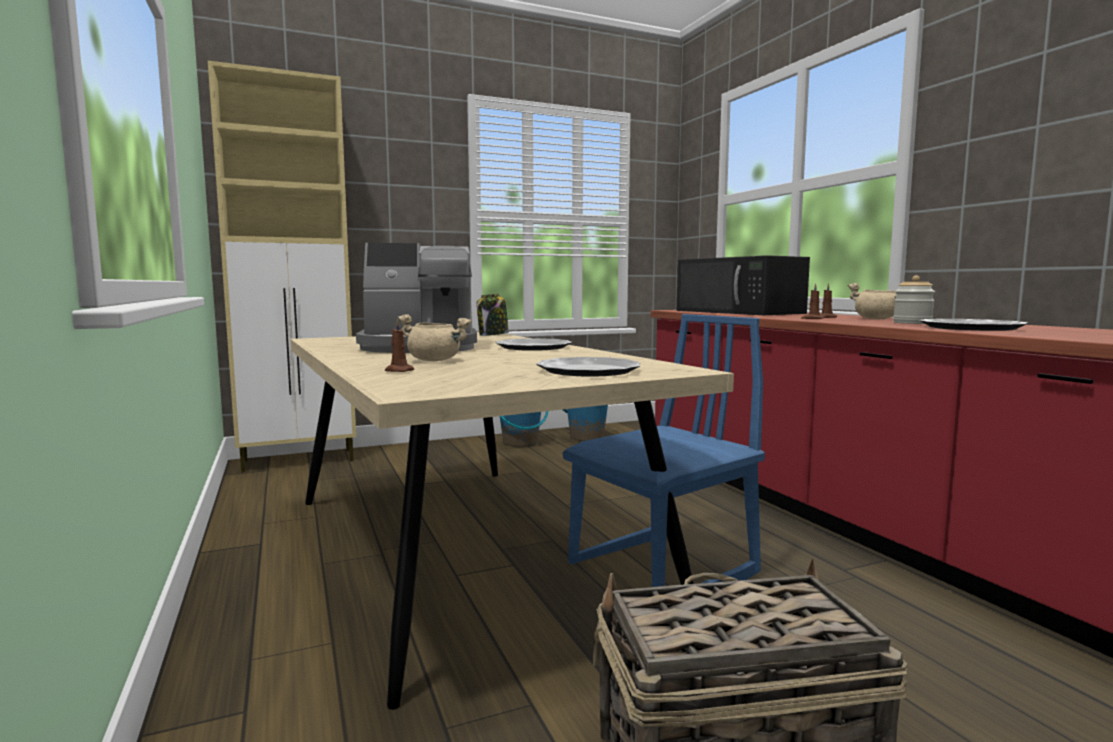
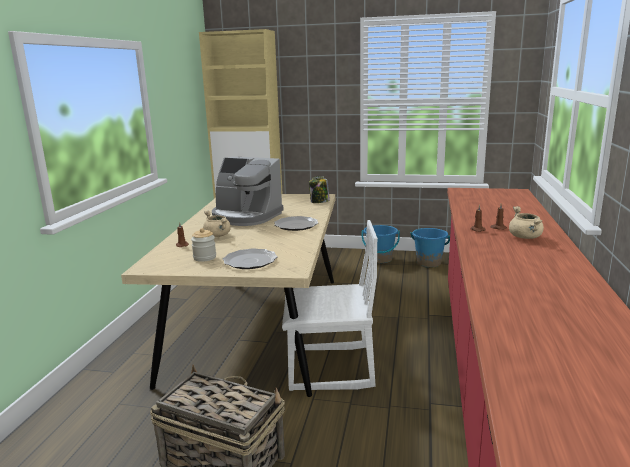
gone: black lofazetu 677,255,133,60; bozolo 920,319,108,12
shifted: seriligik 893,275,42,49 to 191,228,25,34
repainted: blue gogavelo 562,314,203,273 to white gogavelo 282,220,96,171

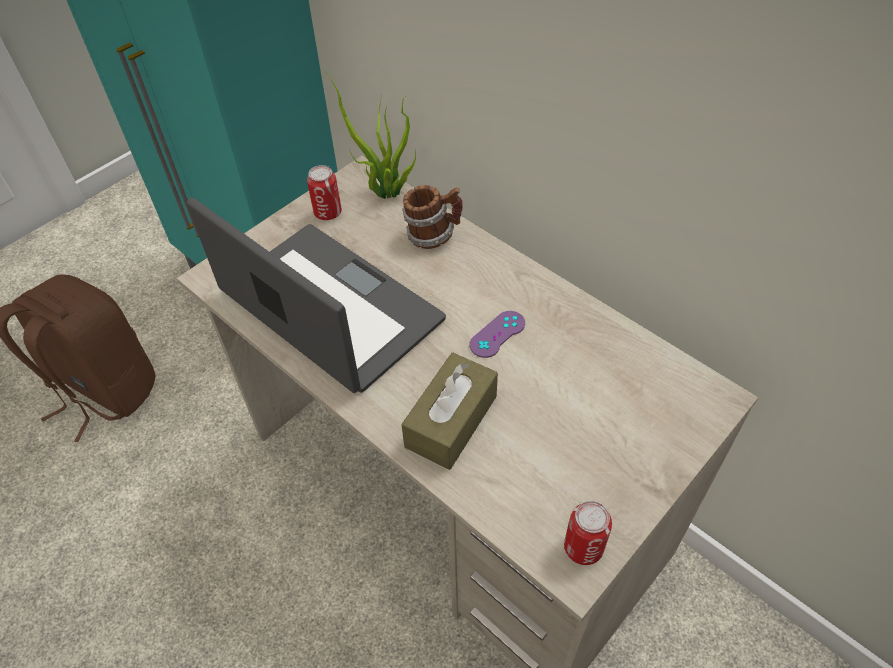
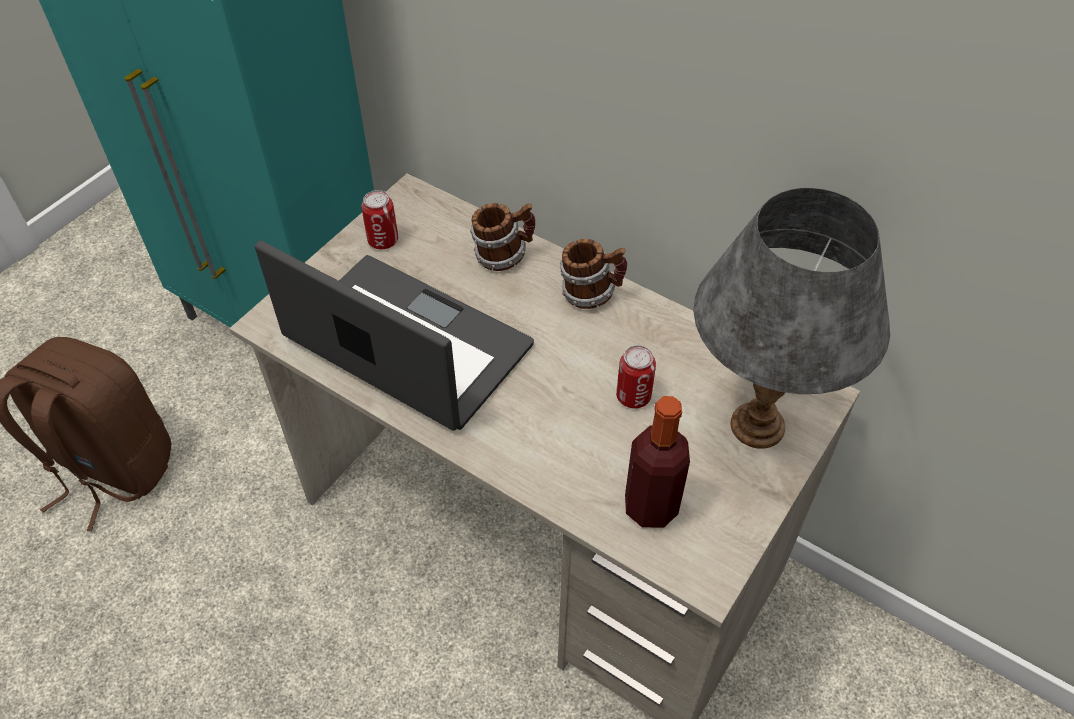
gone: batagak 325,71,91,128; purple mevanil 469,311,56,47; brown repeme 401,353,97,117
new: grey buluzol 693,188,197,261; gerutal 560,239,67,70; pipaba 625,396,65,132
shifted: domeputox 564,501,48,64 to 616,345,40,63

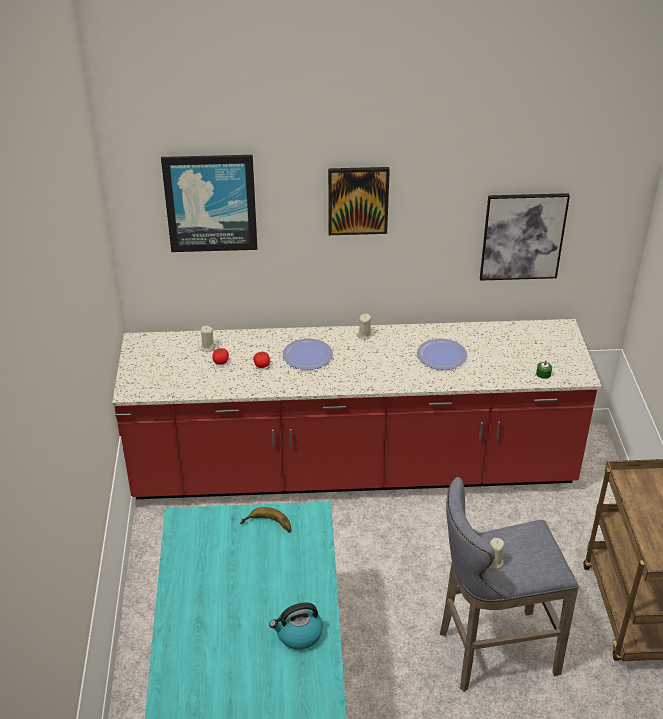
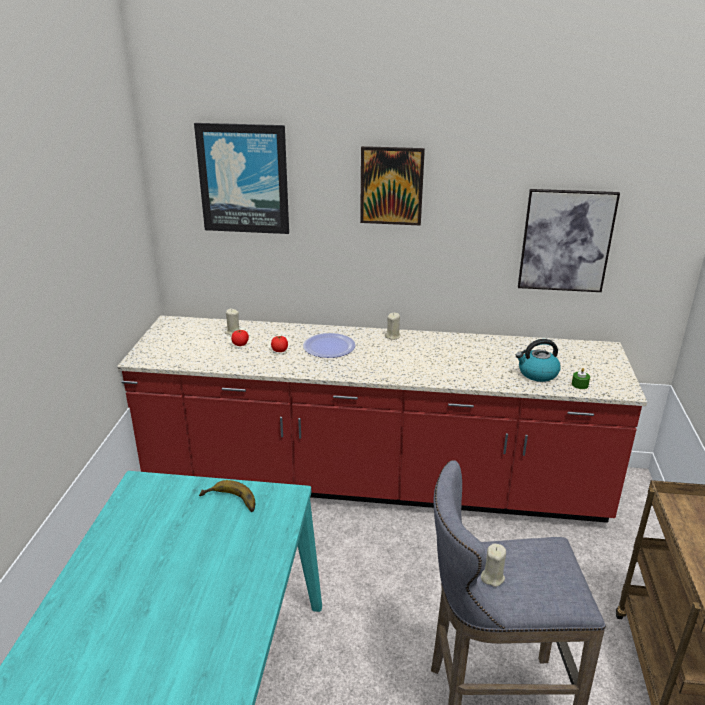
gone: bozolo 417,338,50,32
shifted: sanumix 269,602,54,48 to 516,339,45,43

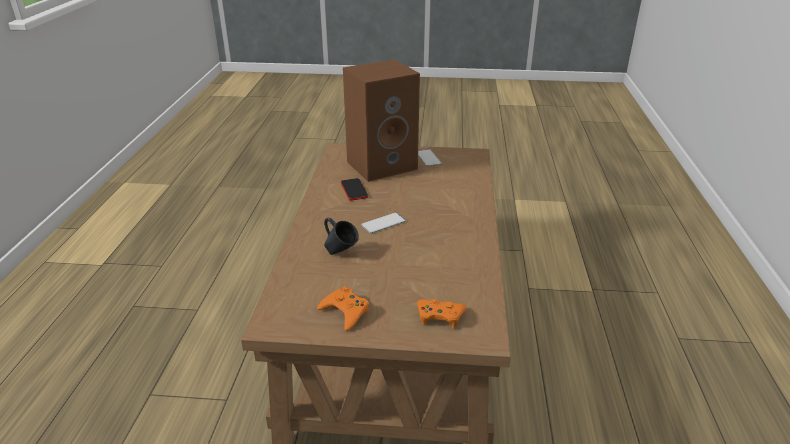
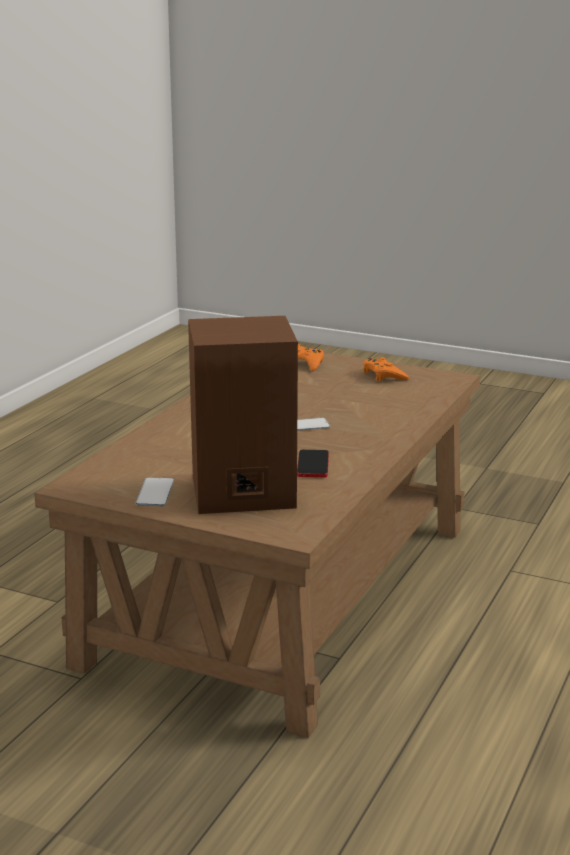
gone: blue gerutal 324,218,35,37

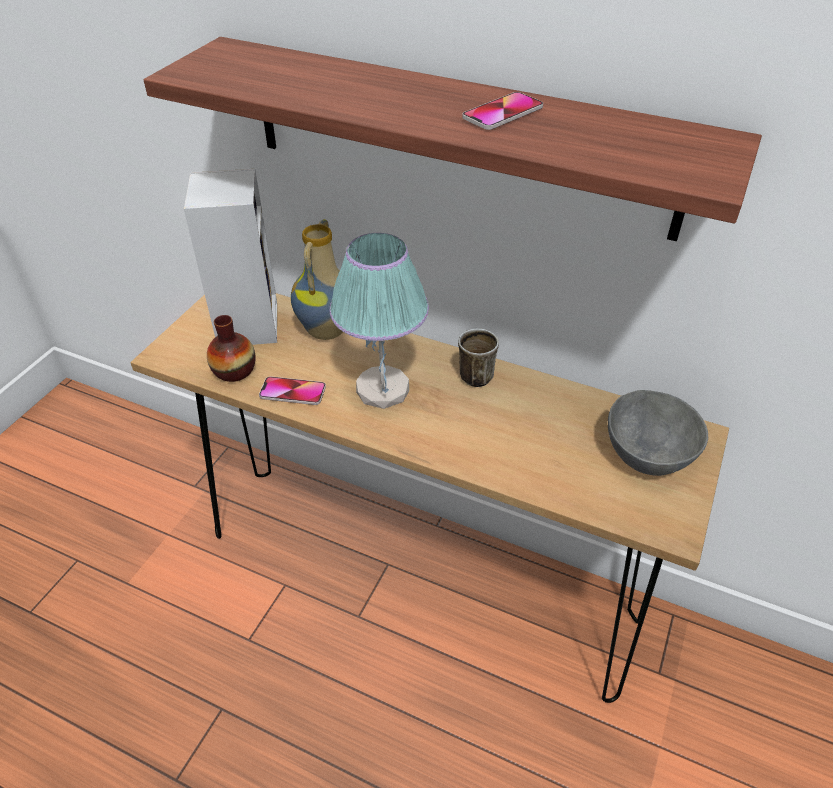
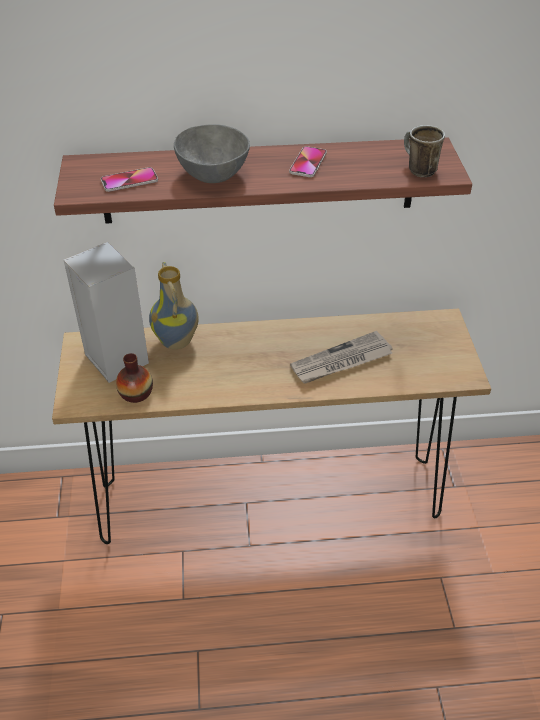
gone: buluzol 329,233,100,176
new: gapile 290,331,103,53
shifted: gerutal 458,329,41,58 to 404,125,41,52; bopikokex 259,376,67,29 to 101,167,57,25; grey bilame 608,390,100,86 to 174,124,76,59

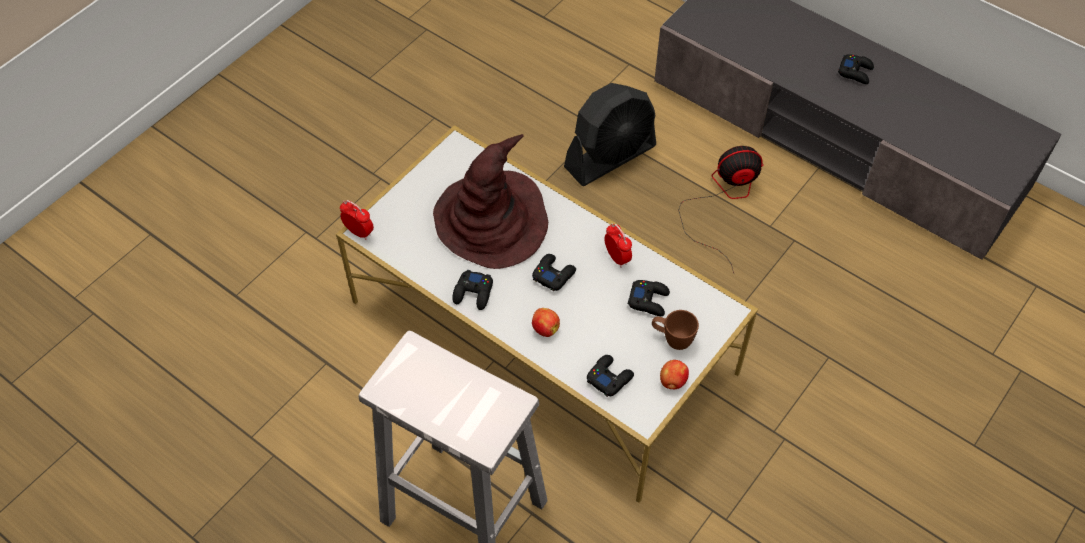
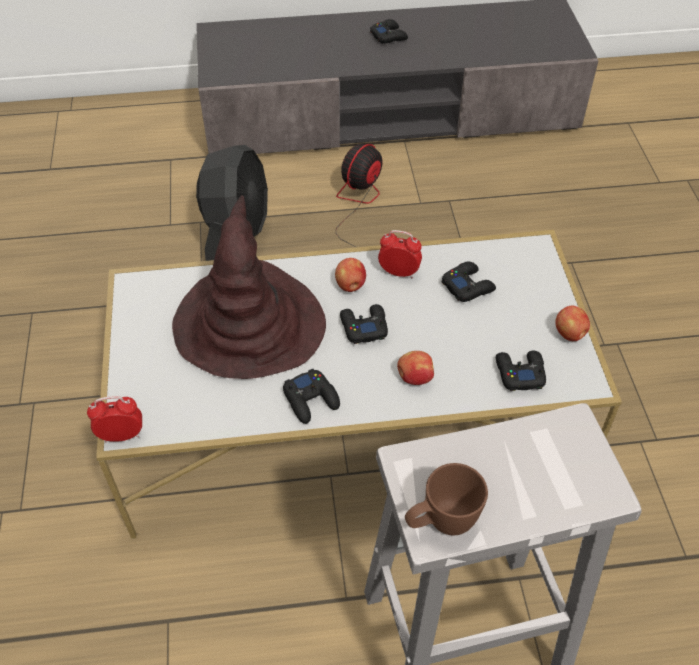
new: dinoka 335,258,31,34
shifted: brown gerutal 652,310,47,40 to 405,463,83,72

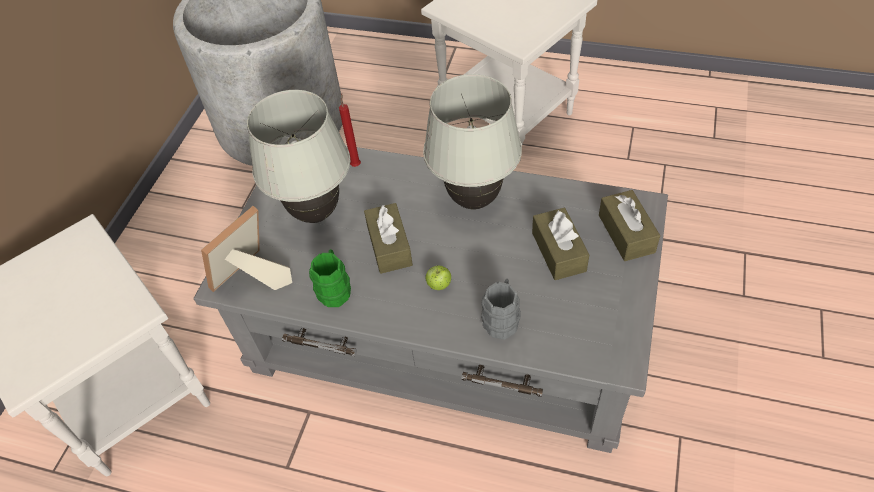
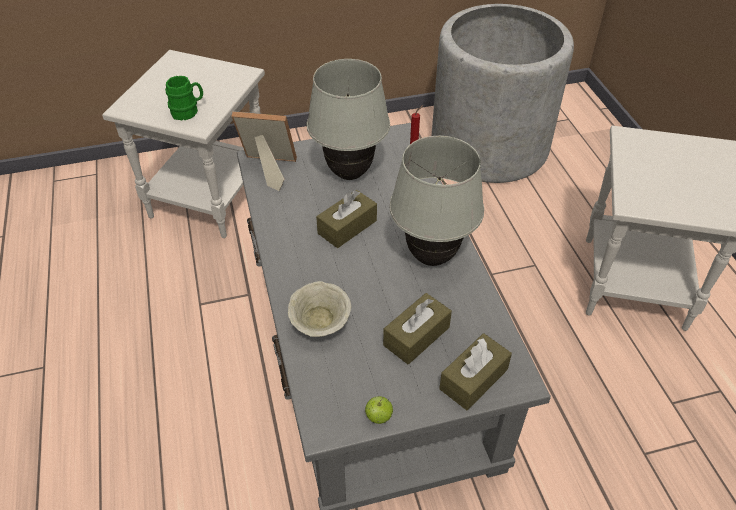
shifted: green gerutal 309,249,42,58 to 165,76,38,44; dinoka 426,265,26,25 to 365,396,28,28
swapped: grey gerutal 481,279,40,61 to beige bilame 288,281,63,56

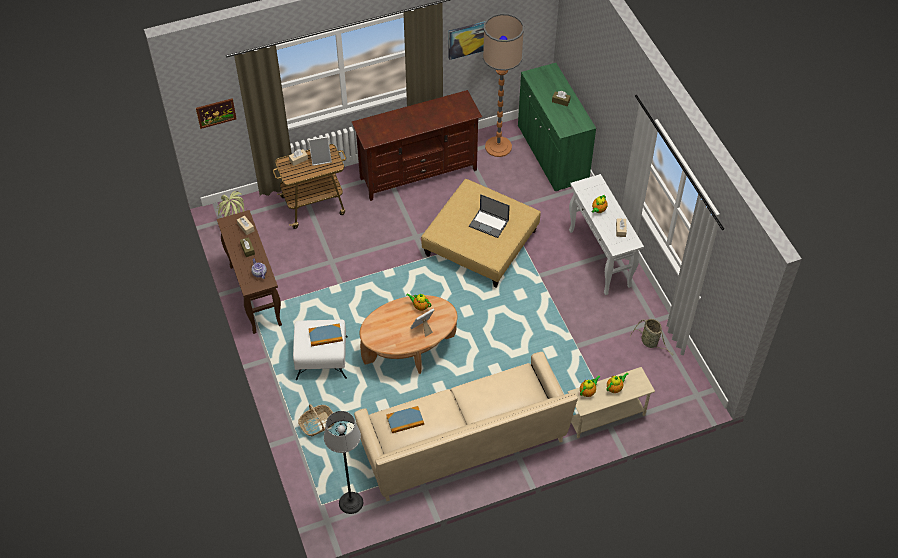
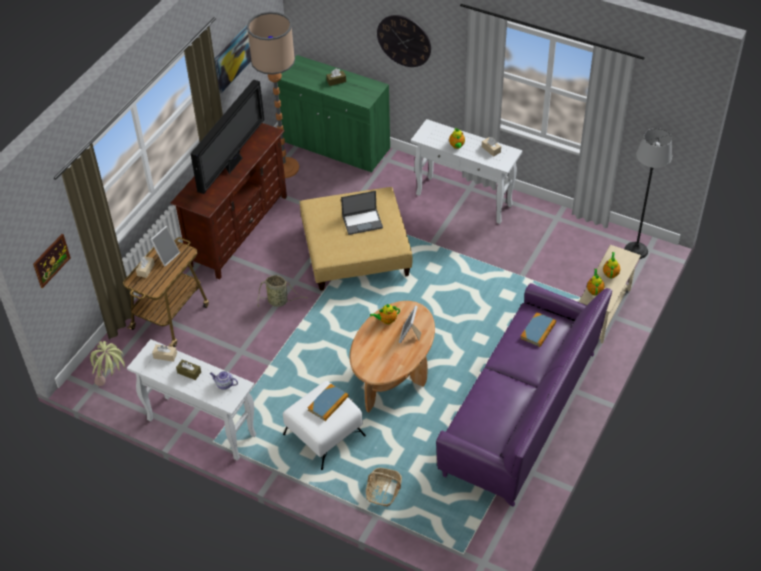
new: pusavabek 377,15,54,52; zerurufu 190,79,74,115
shifted: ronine 630,319,44,36 to 256,275,52,32; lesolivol 386,406,38,27 to 520,312,36,35; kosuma 324,411,39,103 to 624,128,48,131
repainted: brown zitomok 217,210,65,124 to white zitomok 127,339,129,122; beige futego 354,352,224,149 to purple futego 436,283,176,224

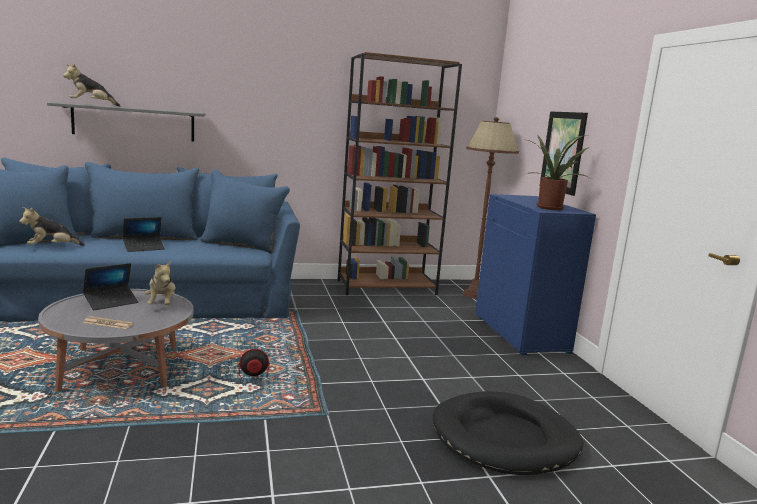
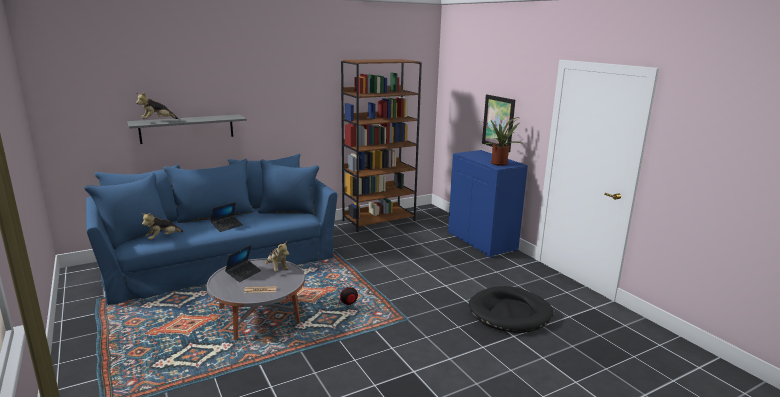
gone: brown kosuma 463,117,56,182

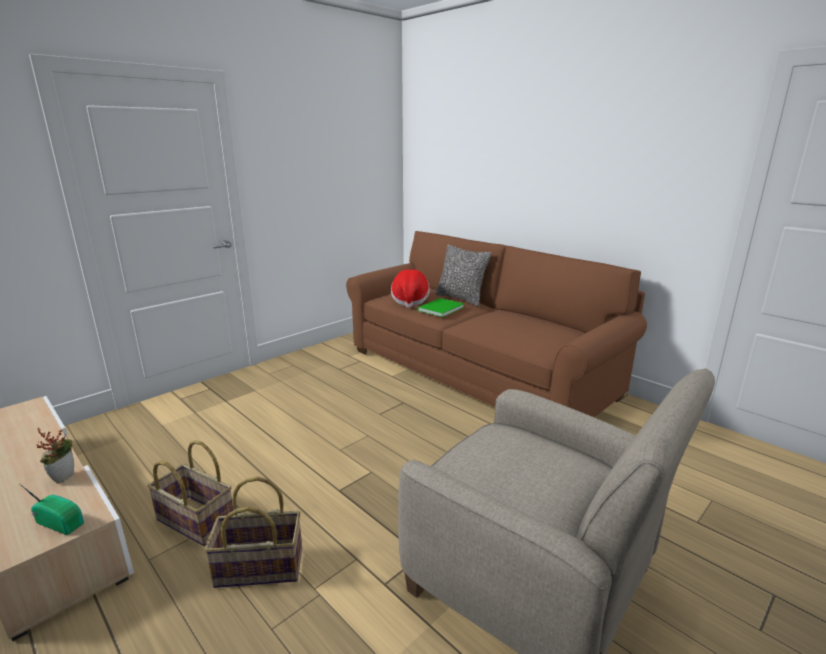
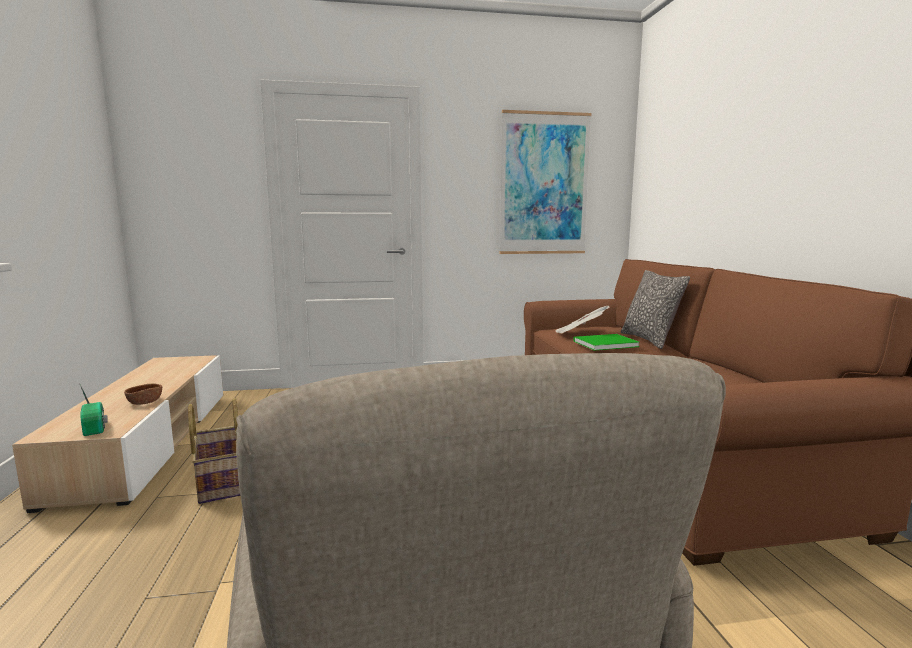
gone: ronine 204,477,98,111
new: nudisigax 500,110,91,144
swapped: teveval 391,269,39,39 to gapile 556,306,54,28; batagak 37,427,37,57 to brown bilame 124,383,38,22

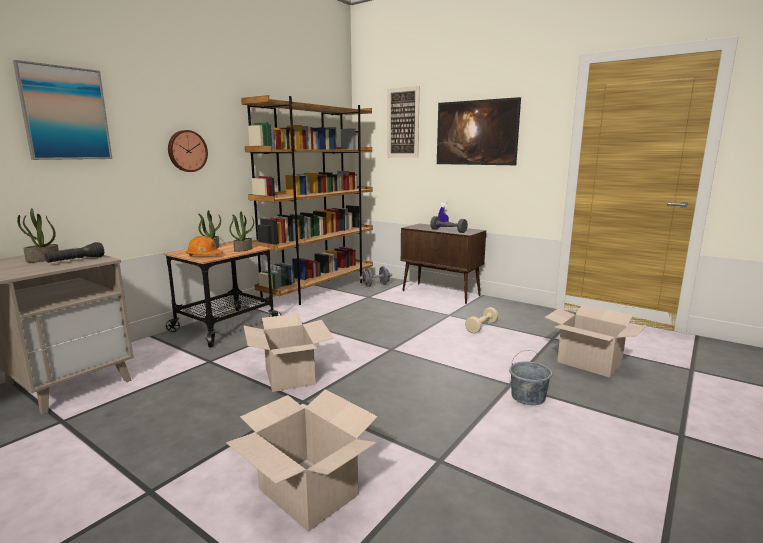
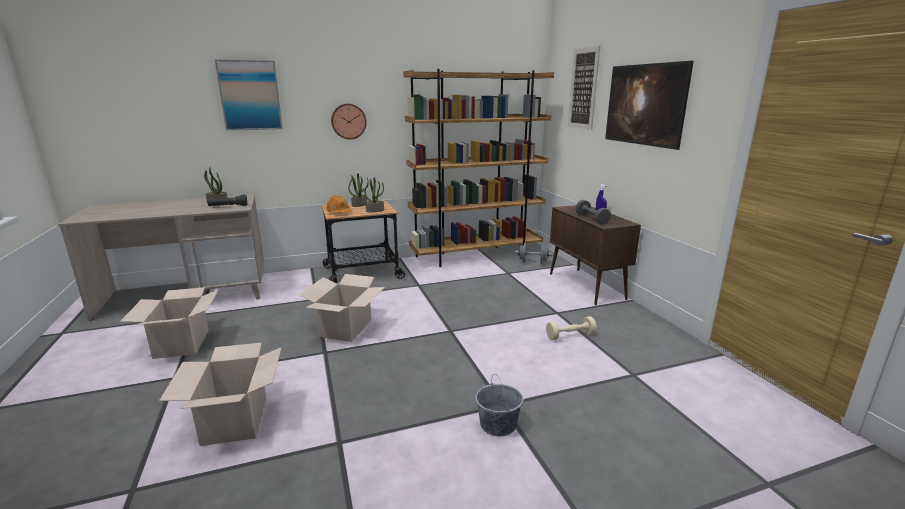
shifted: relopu 545,305,102,72 to 120,287,99,72

